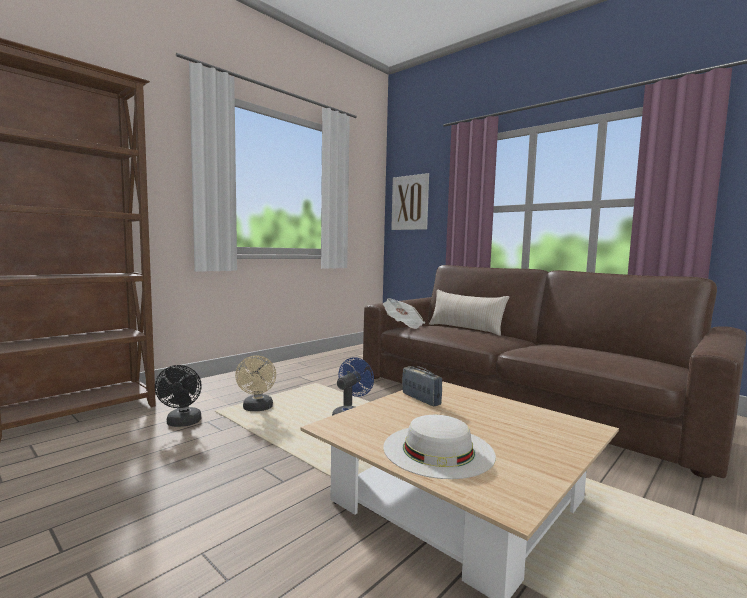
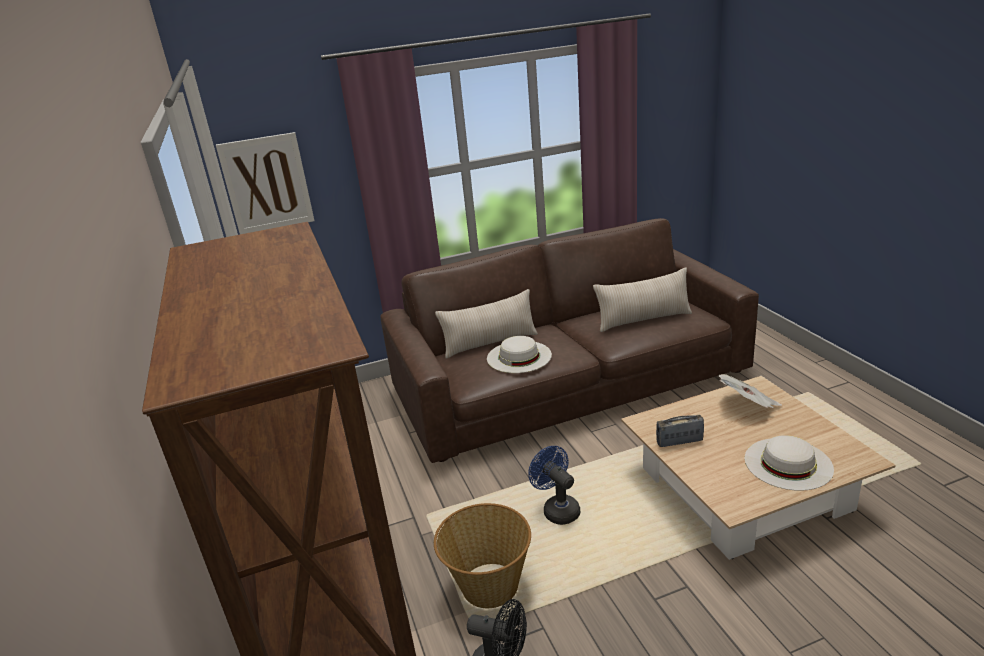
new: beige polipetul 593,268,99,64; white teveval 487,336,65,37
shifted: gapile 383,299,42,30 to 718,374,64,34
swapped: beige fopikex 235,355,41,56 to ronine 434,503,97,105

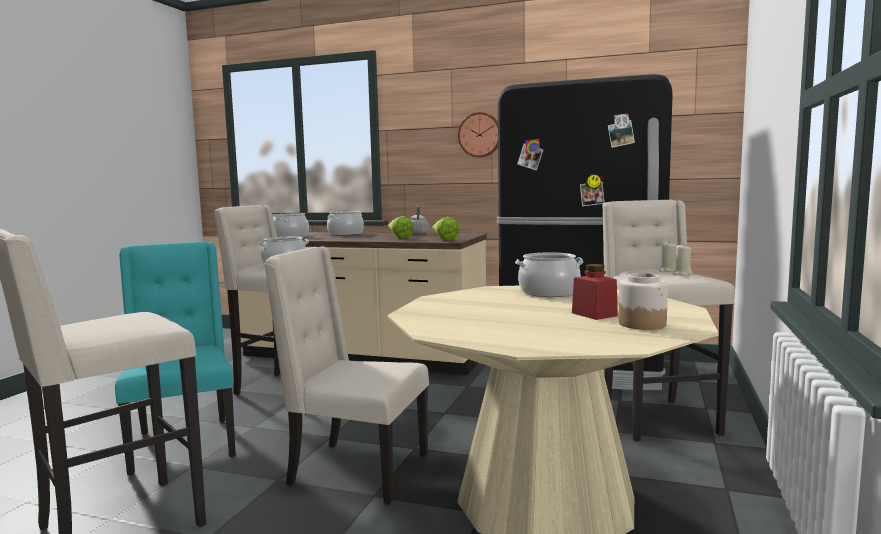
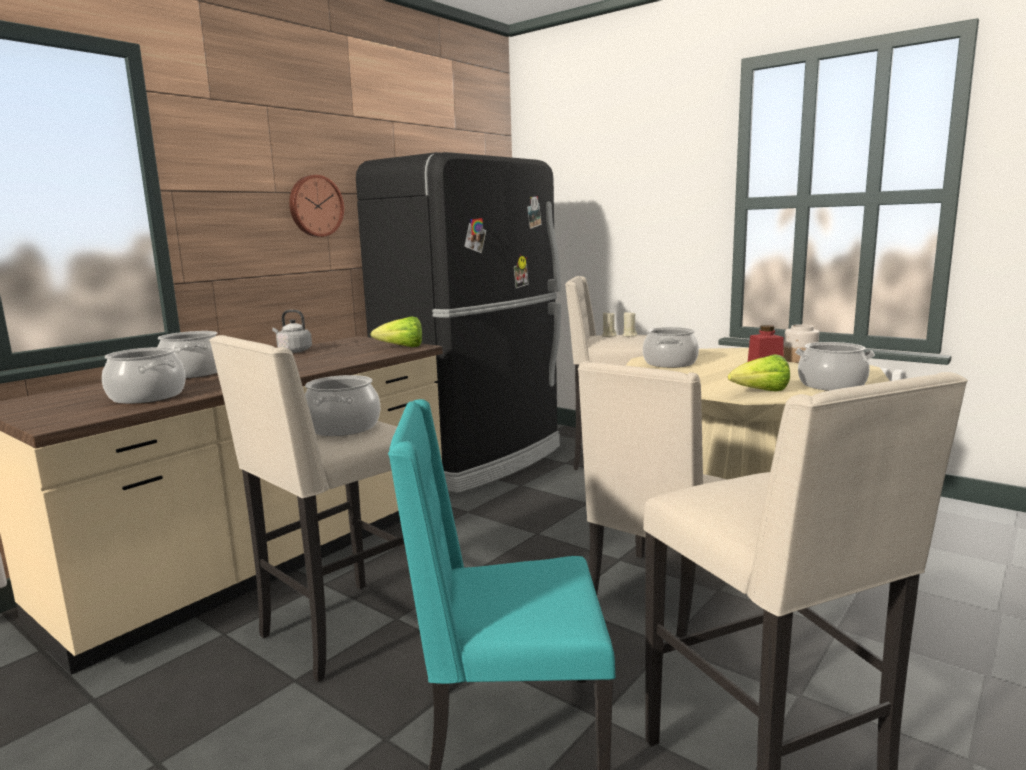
new: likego 795,342,80,49
shifted: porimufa 388,216,25,23 to 728,354,62,37

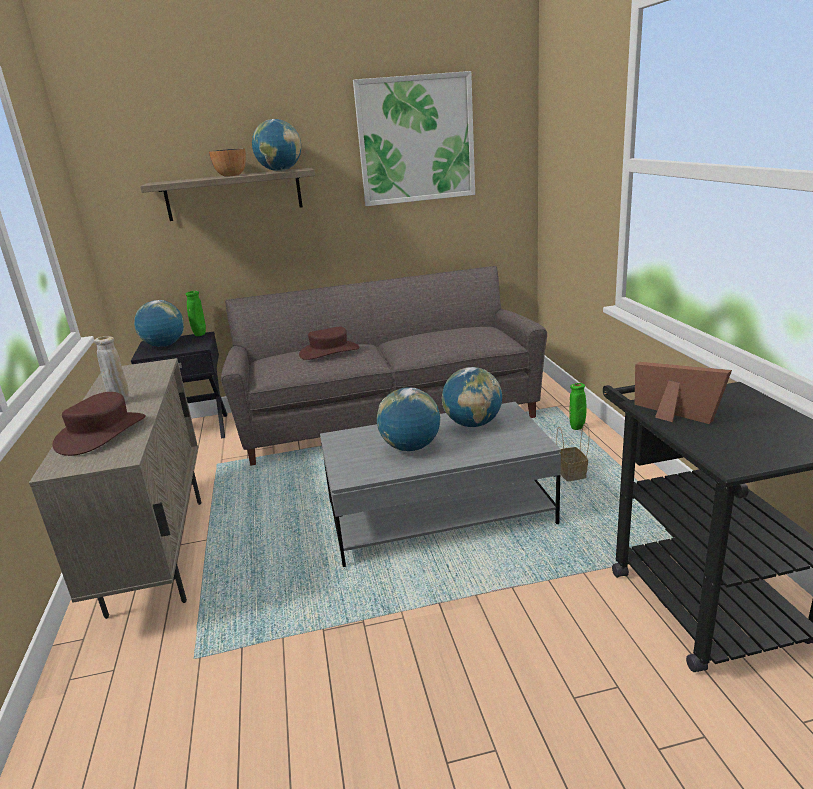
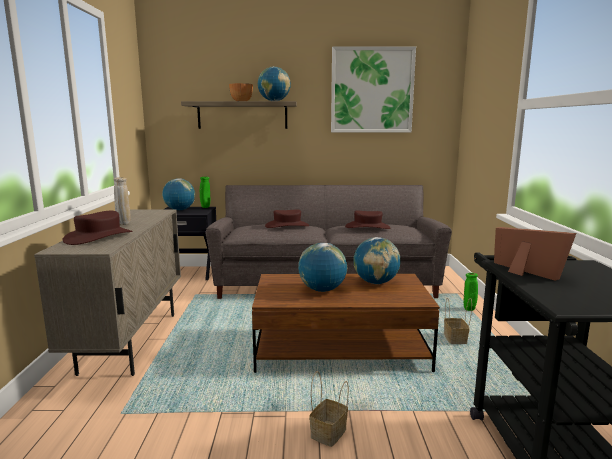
new: brown teveval 345,210,45,19; ronine 309,371,40,76
repainted: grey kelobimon 320,402,241,165 to brown kelobimon 252,274,188,99

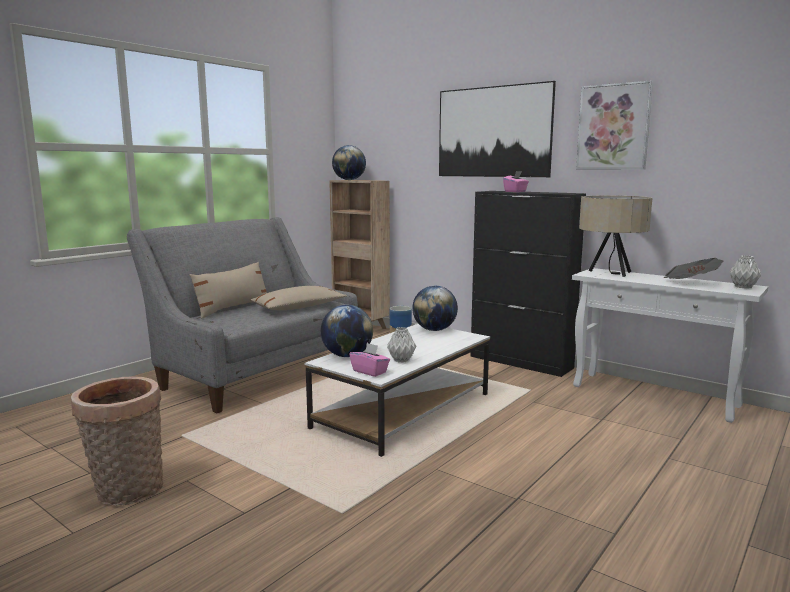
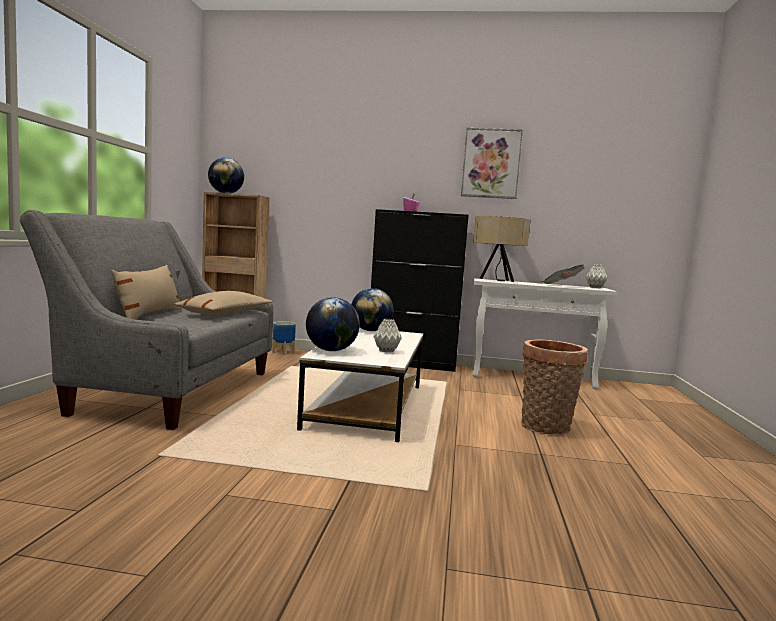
gone: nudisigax 439,81,117,96; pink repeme 349,343,41,34
shifted: ronine 71,376,92,130 to 521,339,67,96

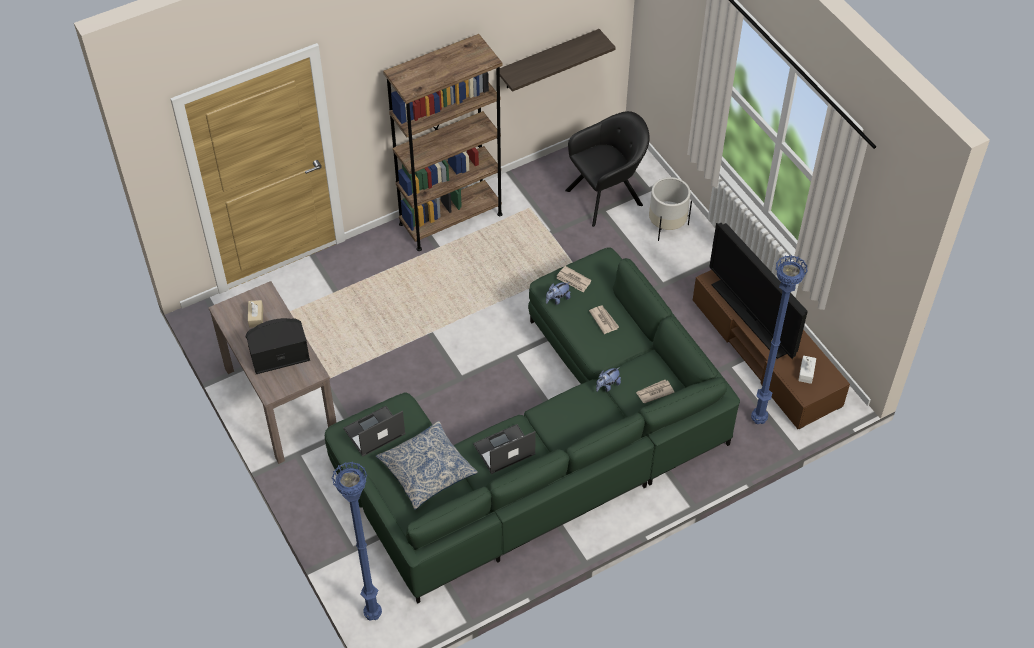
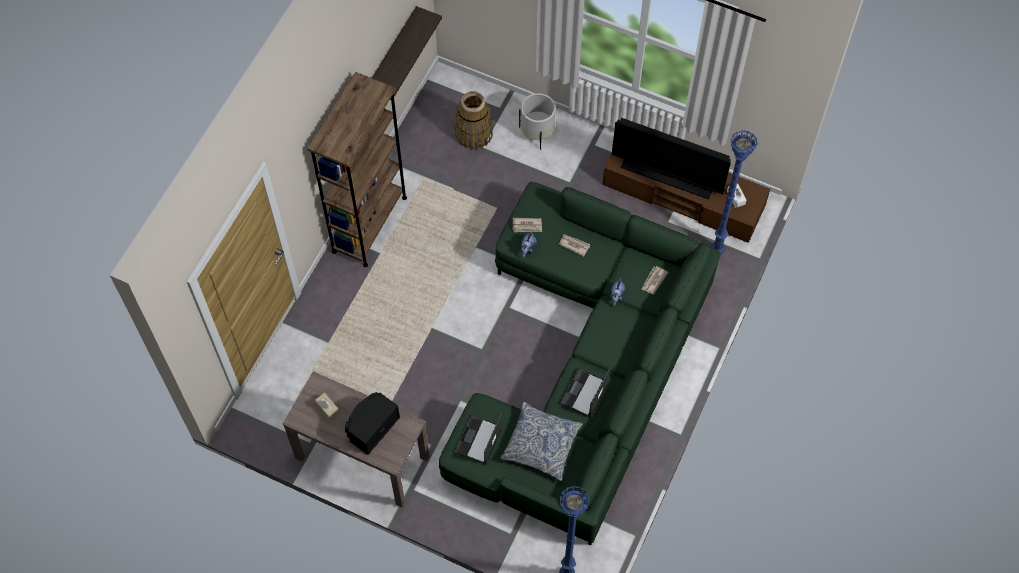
swapped: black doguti 565,111,85,116 to ronine 455,91,38,59

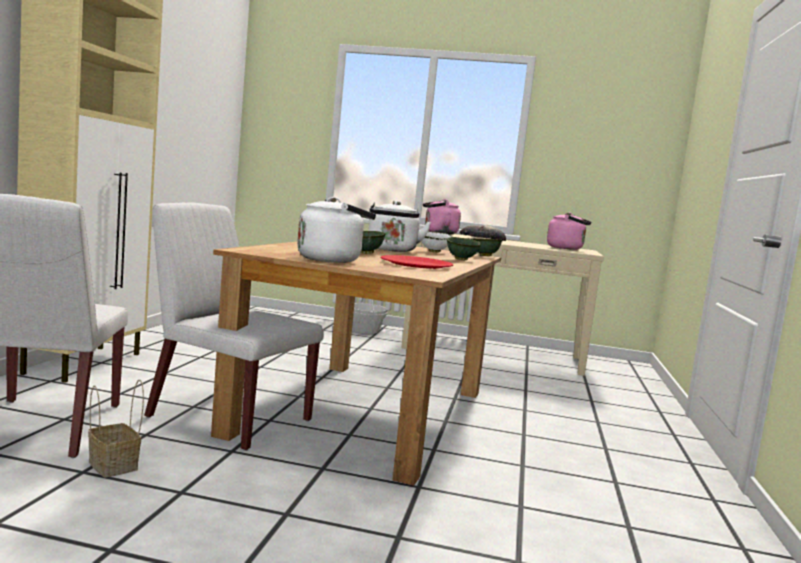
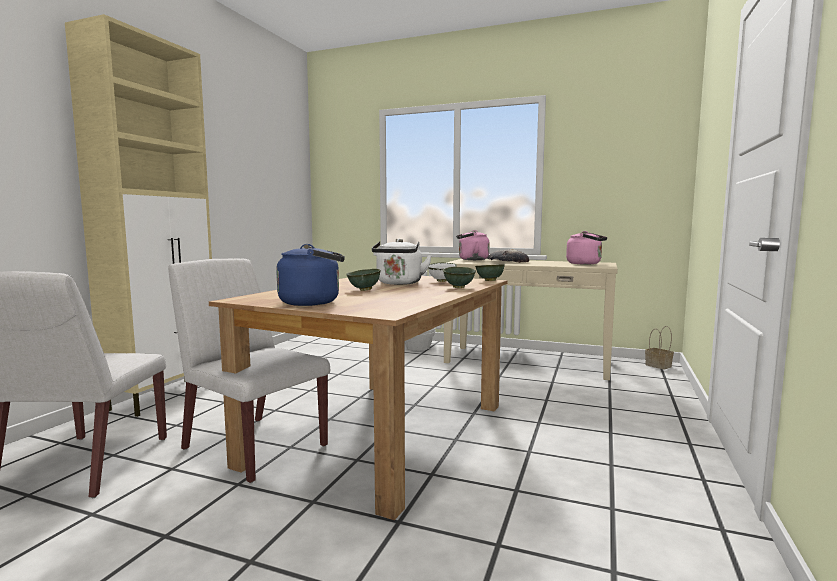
gone: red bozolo 381,255,72,14
shifted: ronine 88,380,56,98 to 645,326,29,44
repainted: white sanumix 297,197,79,66 to blue sanumix 276,244,69,62

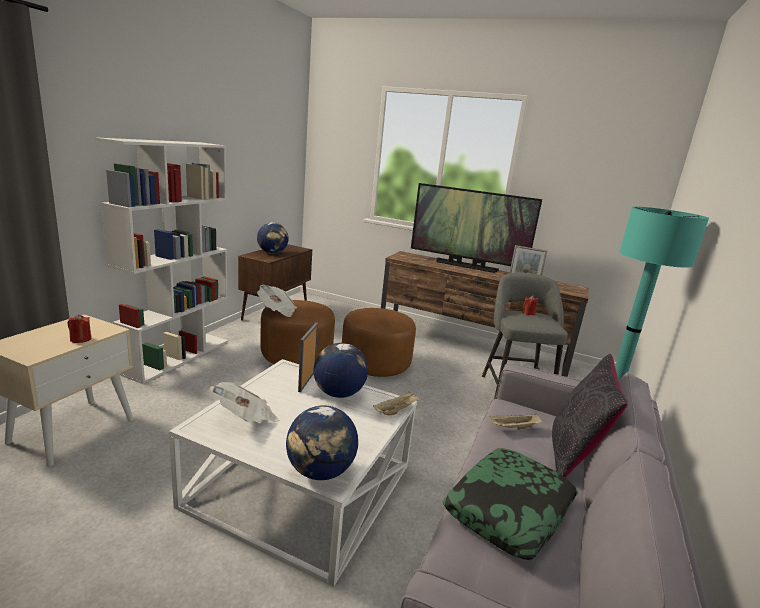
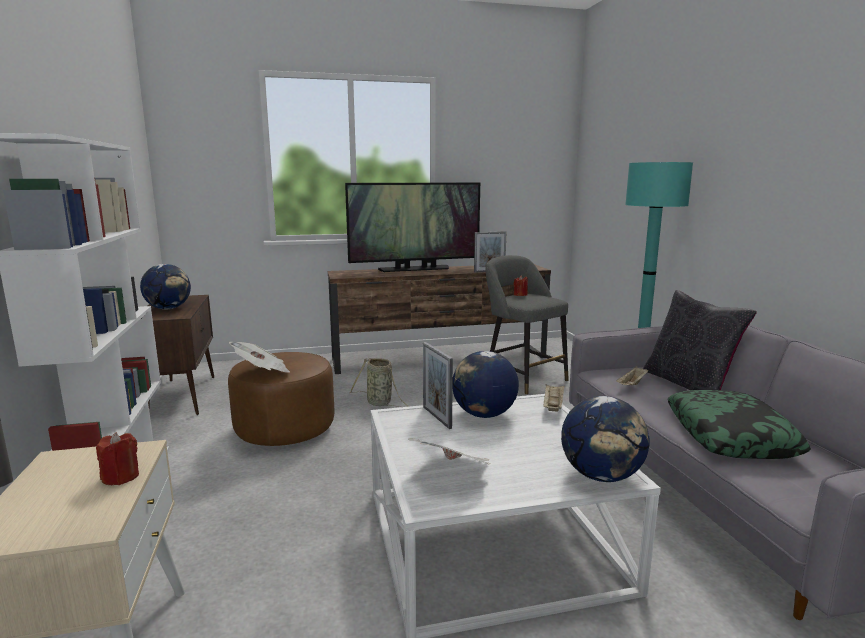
swapped: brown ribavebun 342,308,74,69 to ronine 350,358,59,49

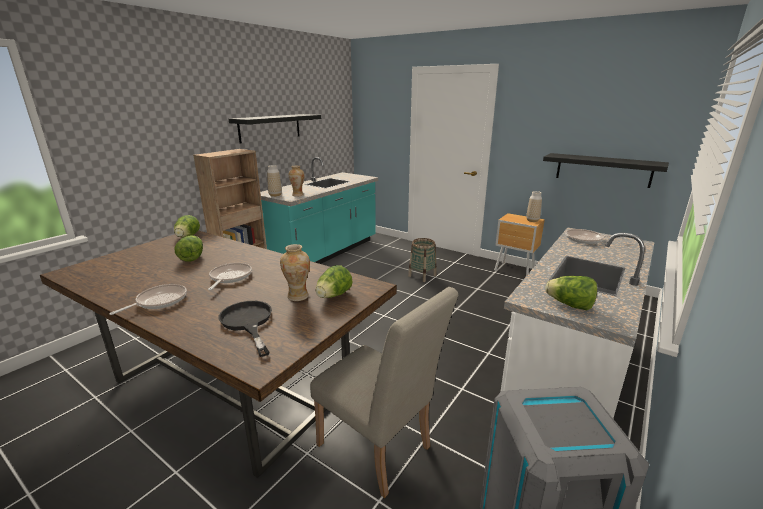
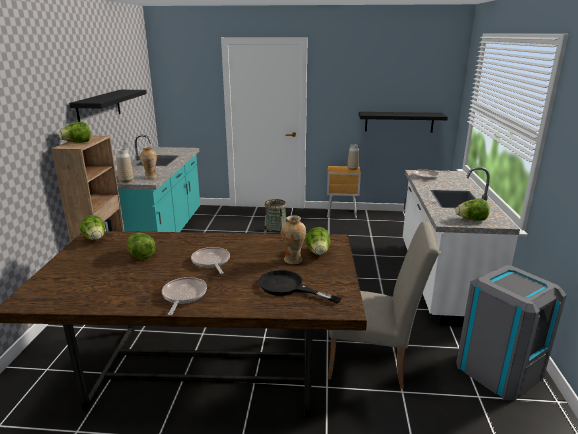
new: porimufa 59,122,32,21

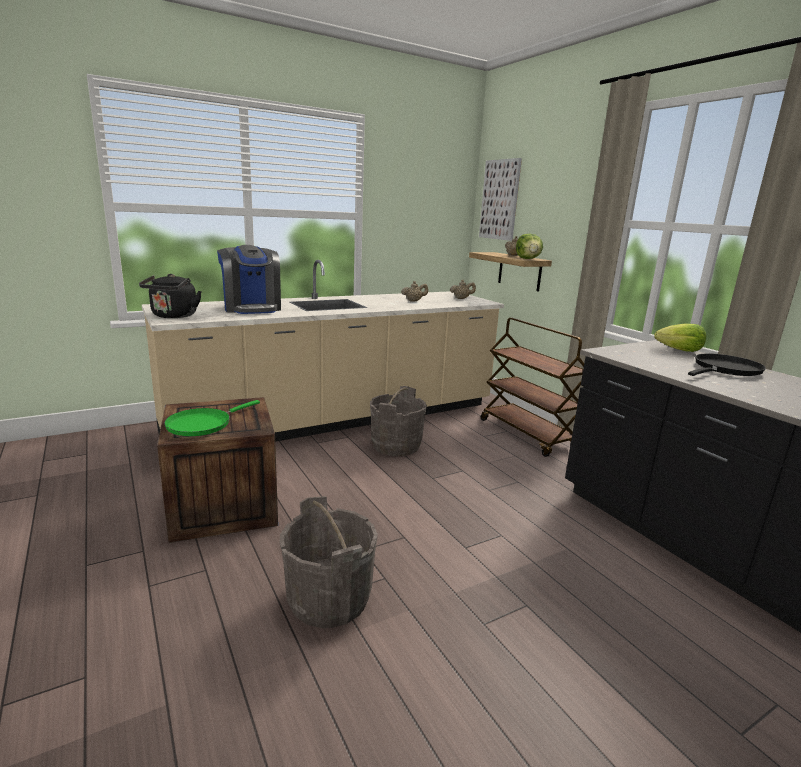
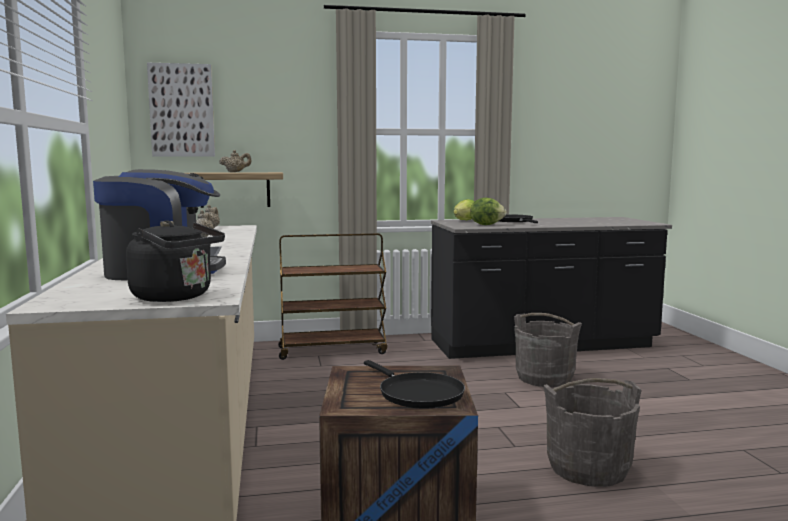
shifted: porimufa 516,234,27,25 to 471,198,36,27; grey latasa 370,386,57,70 to 514,313,68,74
repainted: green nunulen 164,400,96,36 to black nunulen 364,360,101,48

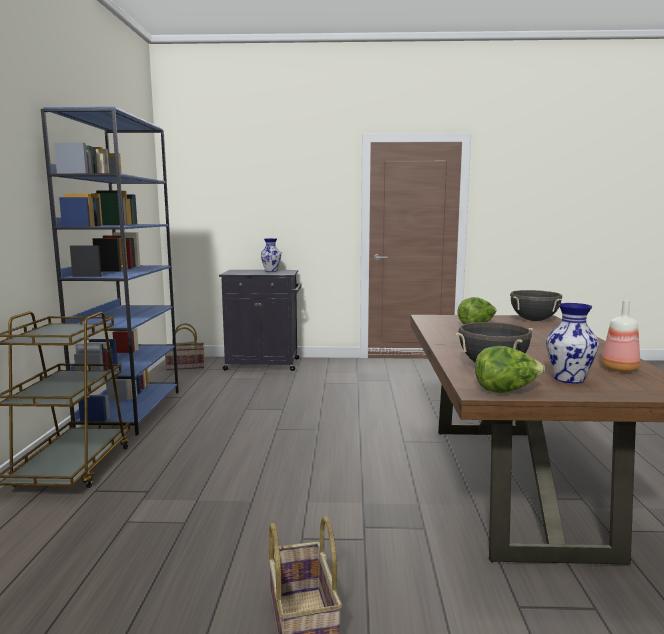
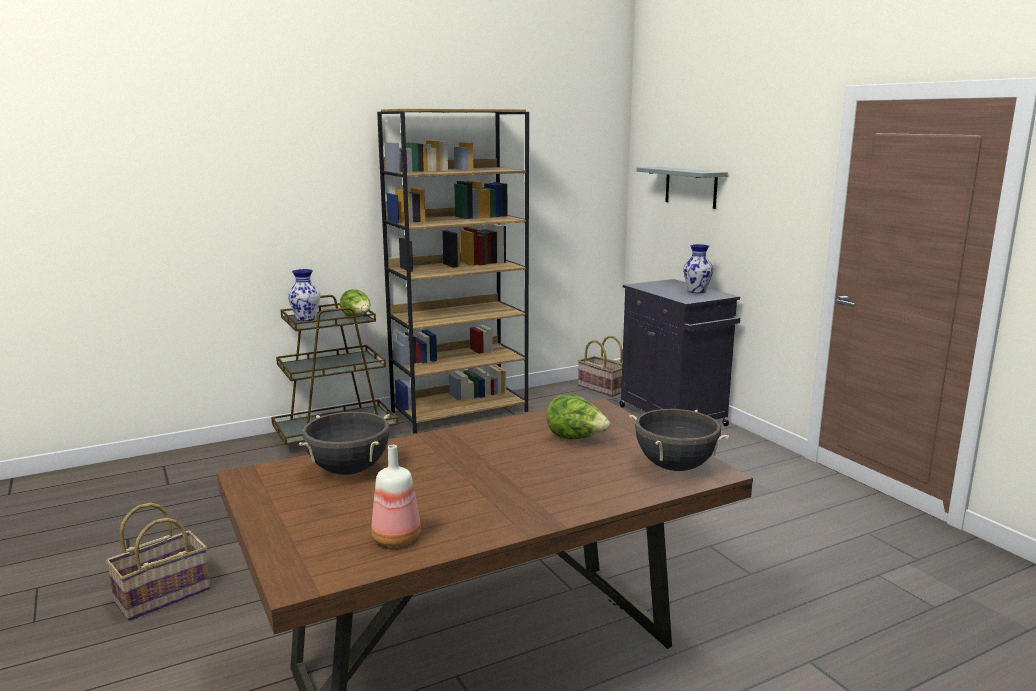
new: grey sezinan 636,167,92,42
shifted: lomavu 546,303,53,81 to 288,269,32,52; porimufa 475,346,70,47 to 340,289,31,27
repainted: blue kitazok 41,107,138,329 to brown kitazok 377,109,152,324

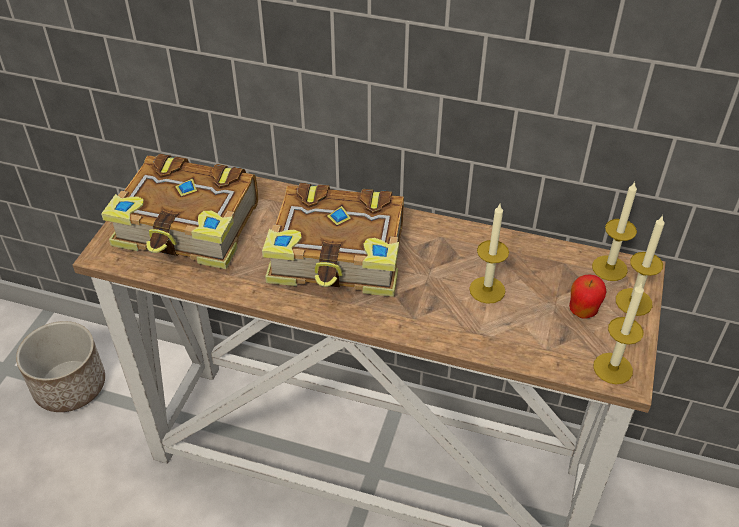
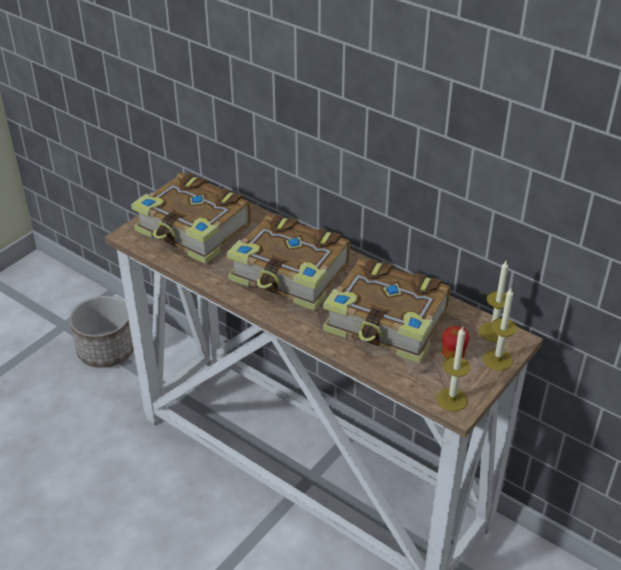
swapped: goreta 469,204,40,100 to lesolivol 323,258,127,105

